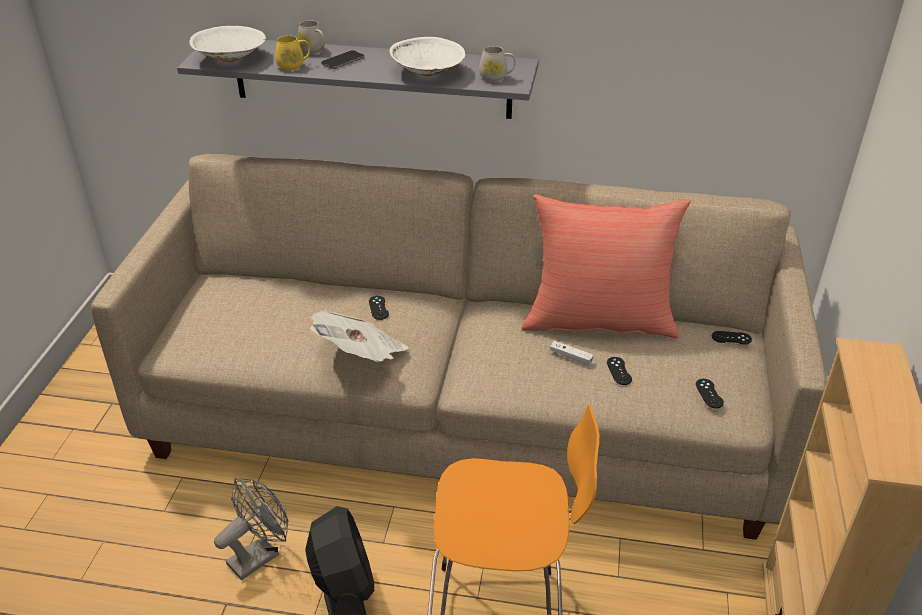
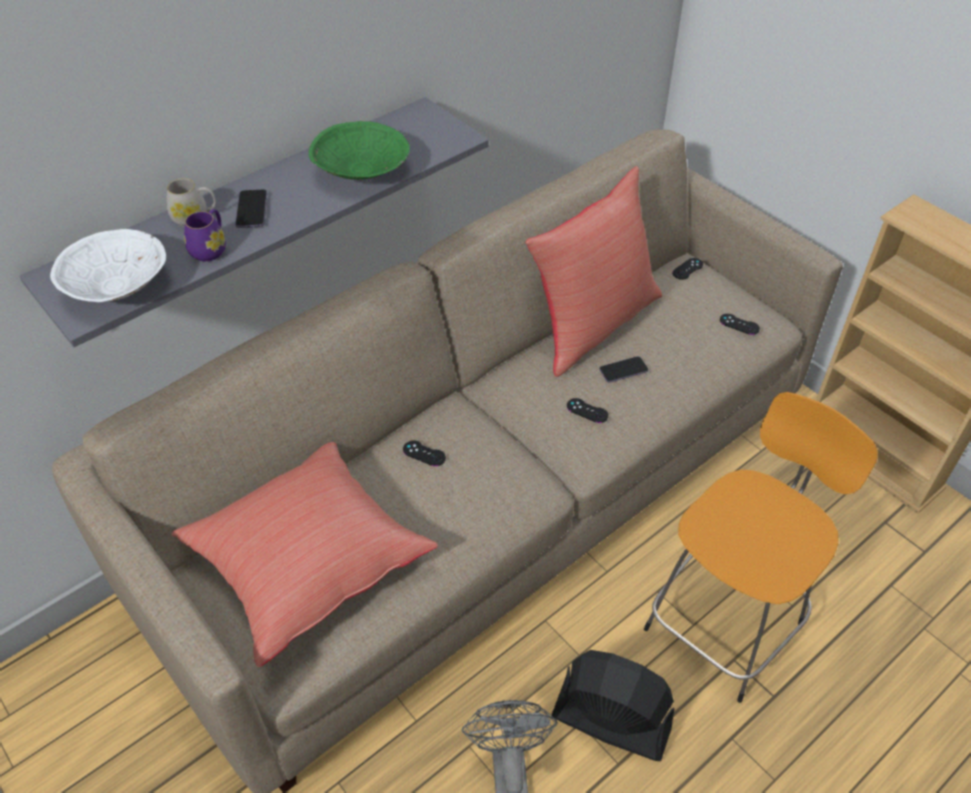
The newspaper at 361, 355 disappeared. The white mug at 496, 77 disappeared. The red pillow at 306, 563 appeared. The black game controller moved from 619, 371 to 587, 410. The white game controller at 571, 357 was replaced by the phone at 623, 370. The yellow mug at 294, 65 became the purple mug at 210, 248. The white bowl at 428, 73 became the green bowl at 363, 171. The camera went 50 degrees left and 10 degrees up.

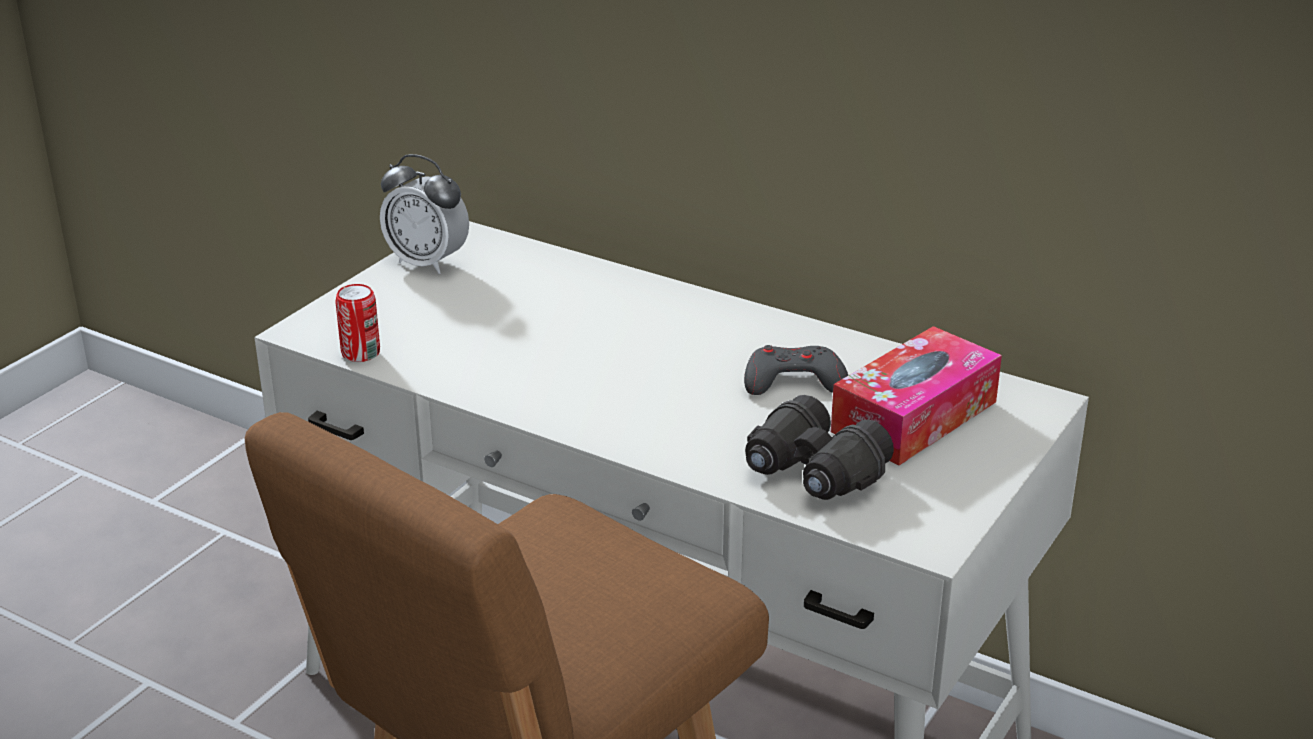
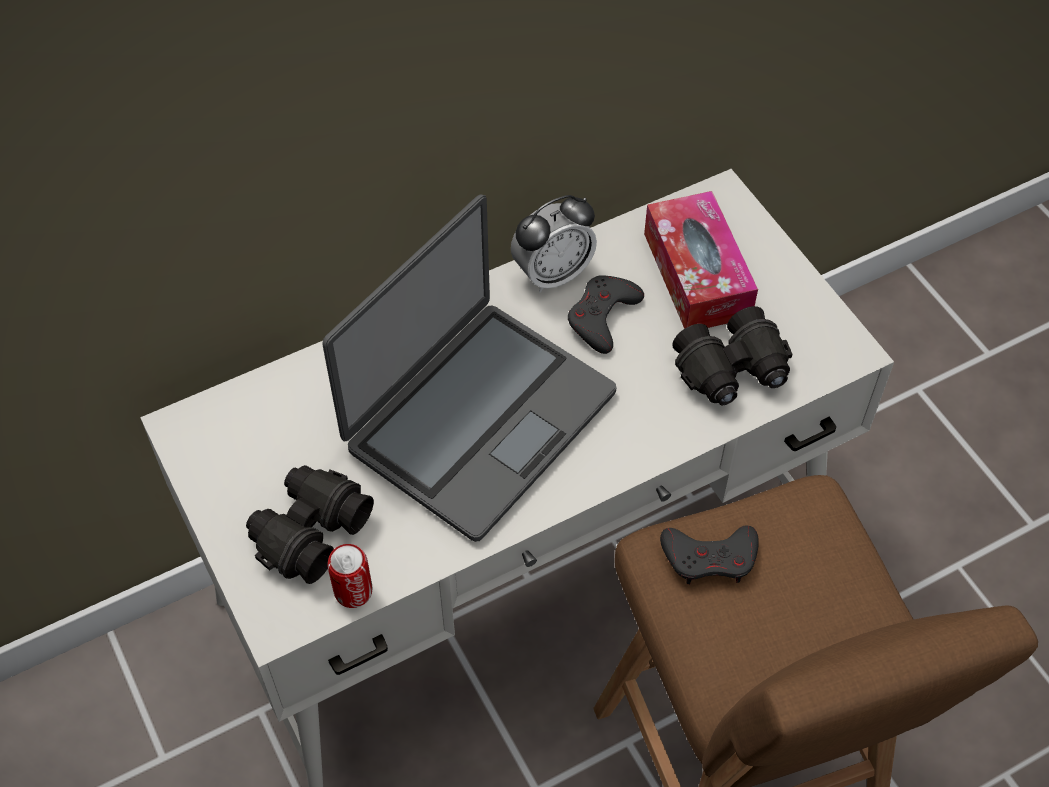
The black binoculars at 309, 531 appeared. The laptop at 478, 418 appeared. The grey game controller at 710, 558 appeared. The alarm clock moved from 427, 263 to 552, 274. The camera went 60 degrees left and 25 degrees up.

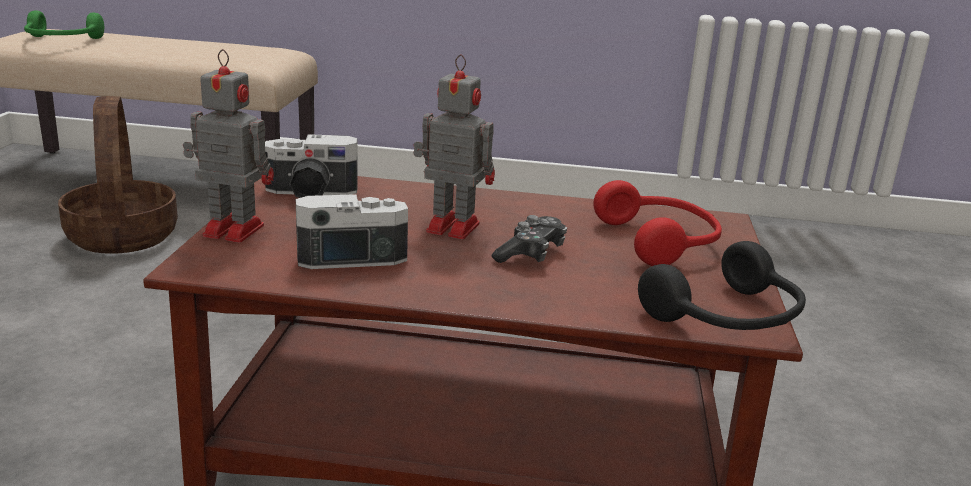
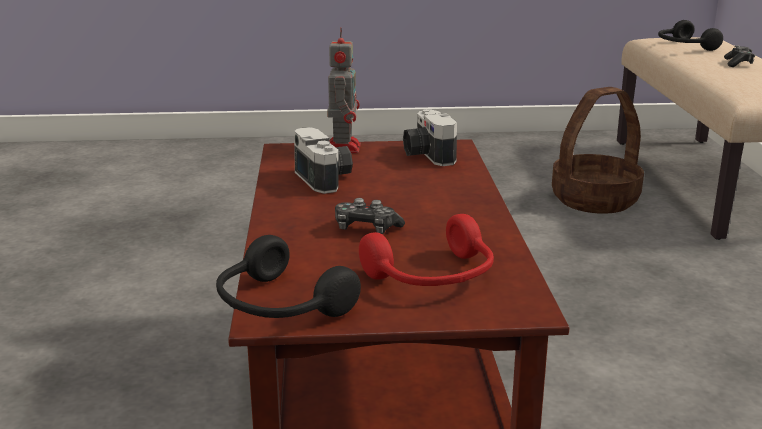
The toy robot at 450, 227 disappeared. The game controller at 738, 63 appeared. The green headphones at 62, 40 became the black headphones at 684, 46. The camera went 80 degrees right and 0 degrees up.

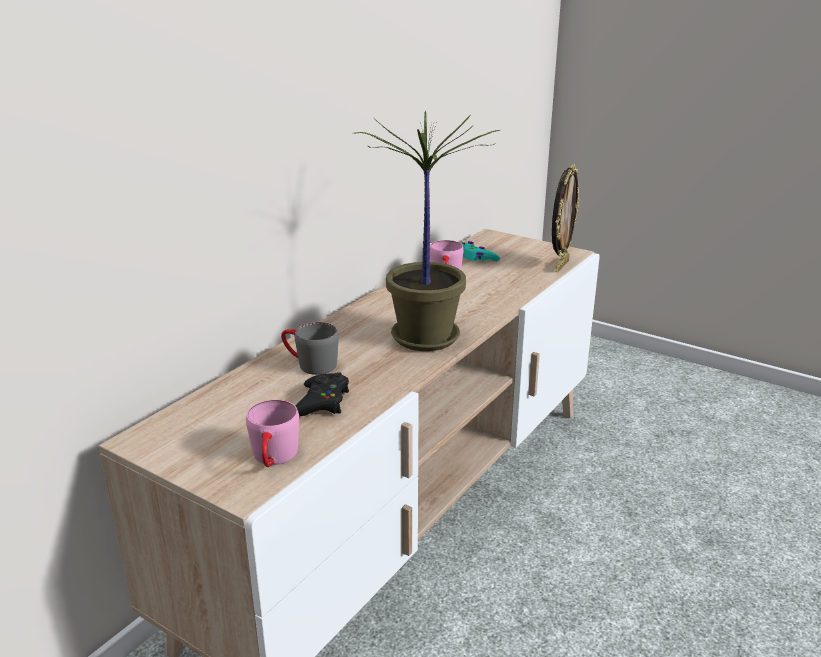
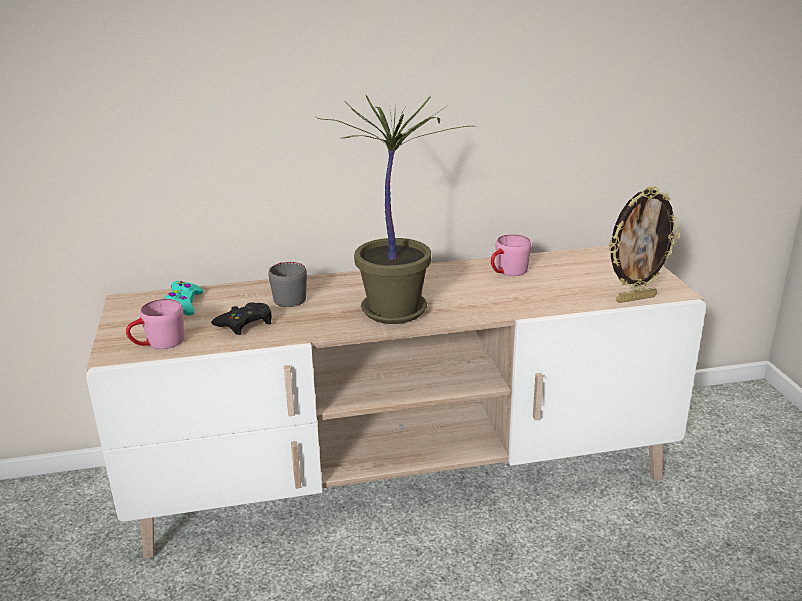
The turquoise game controller moved from 474, 258 to 184, 304. The camera went 45 degrees right and 0 degrees up.

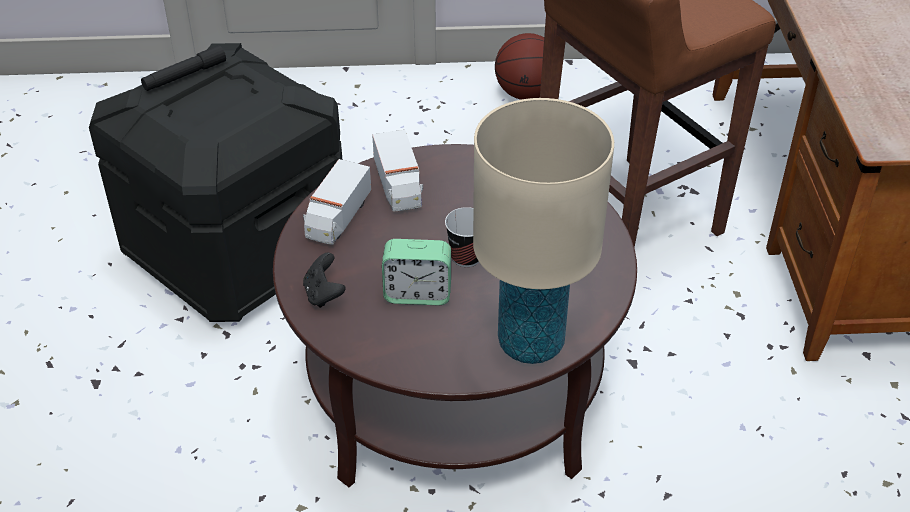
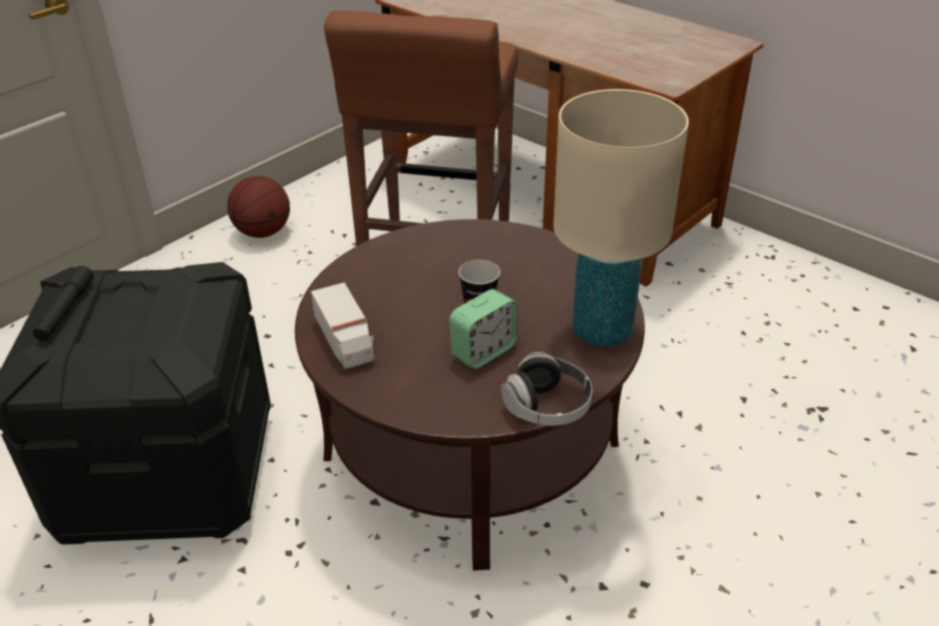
The black game controller at 324, 294 disappeared. The toy truck at 398, 186 disappeared. The headphones at 547, 407 appeared. The camera went 45 degrees left and 5 degrees down.

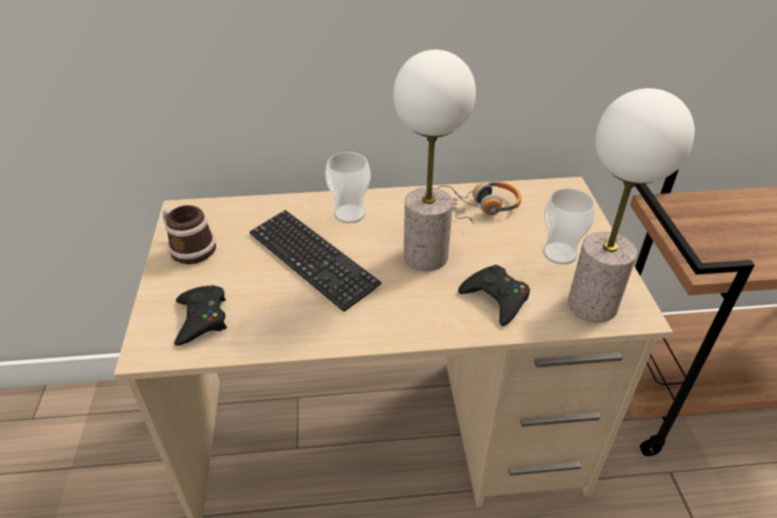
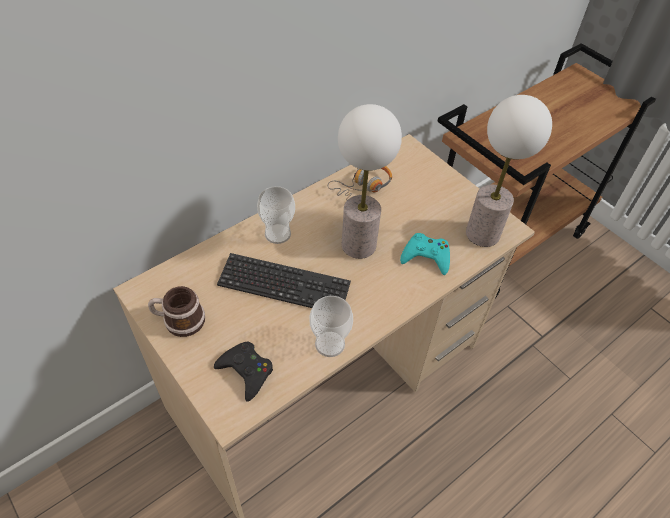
The cup moved from 559, 253 to 330, 344. The black game controller at 496, 298 became the turquoise game controller at 426, 257. The camera went 35 degrees left and 10 degrees up.

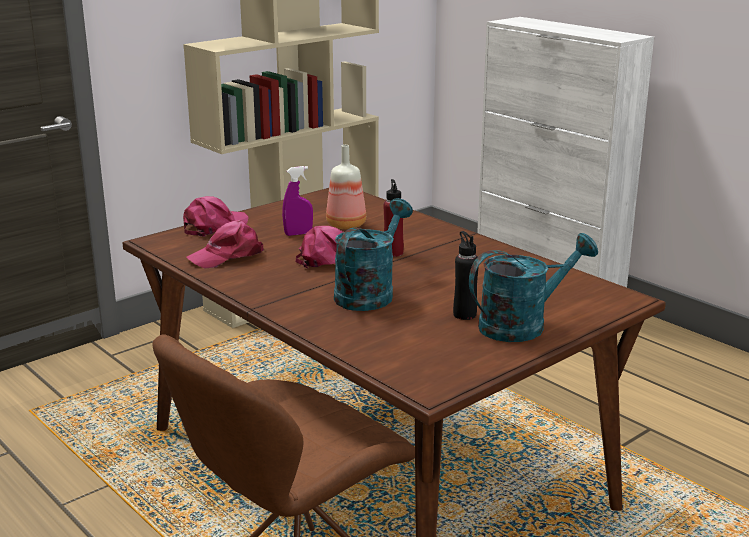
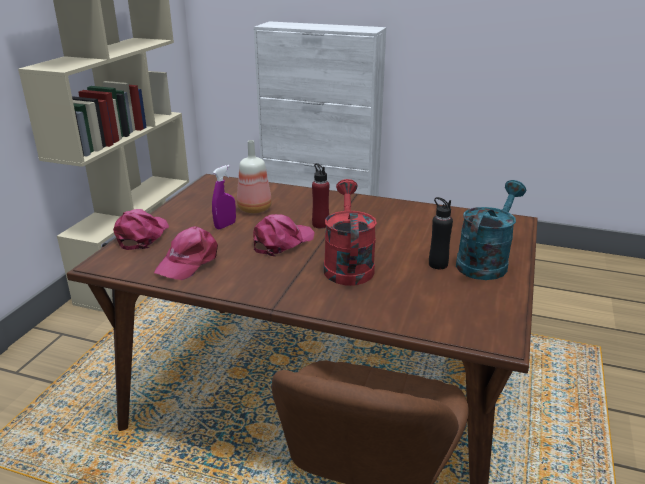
The turquoise watering can at 369, 293 became the red watering can at 347, 265. The camera went 30 degrees left and 5 degrees up.

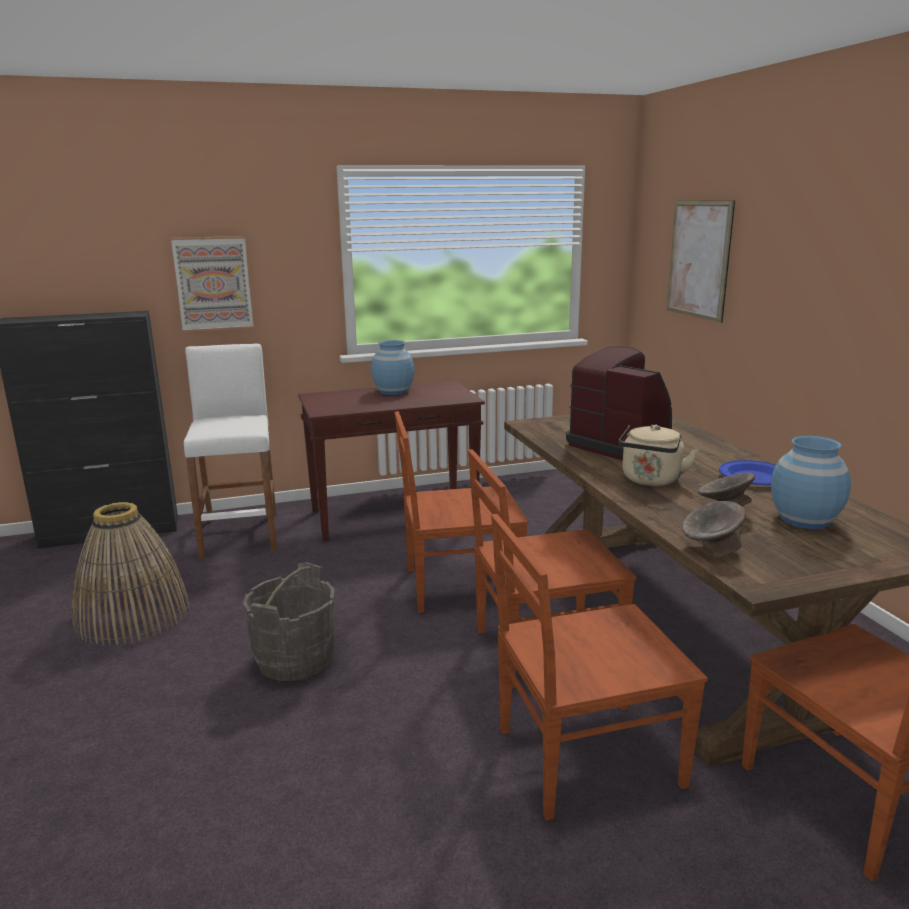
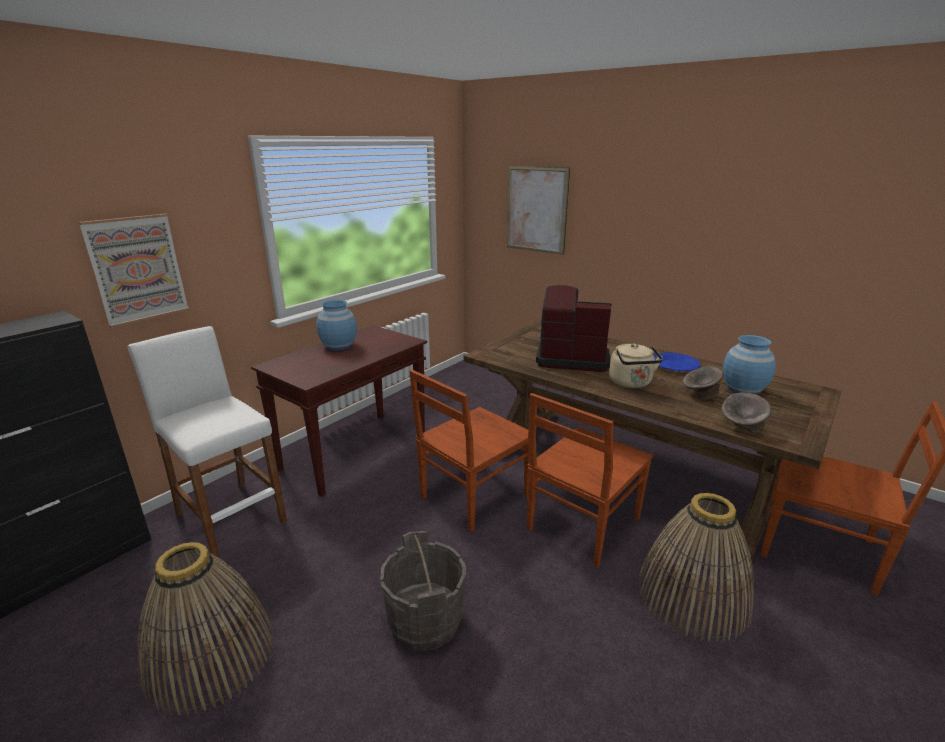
The brown chair at 584, 758 was replaced by the basket at 692, 596. The camera went 35 degrees left and 5 degrees up.

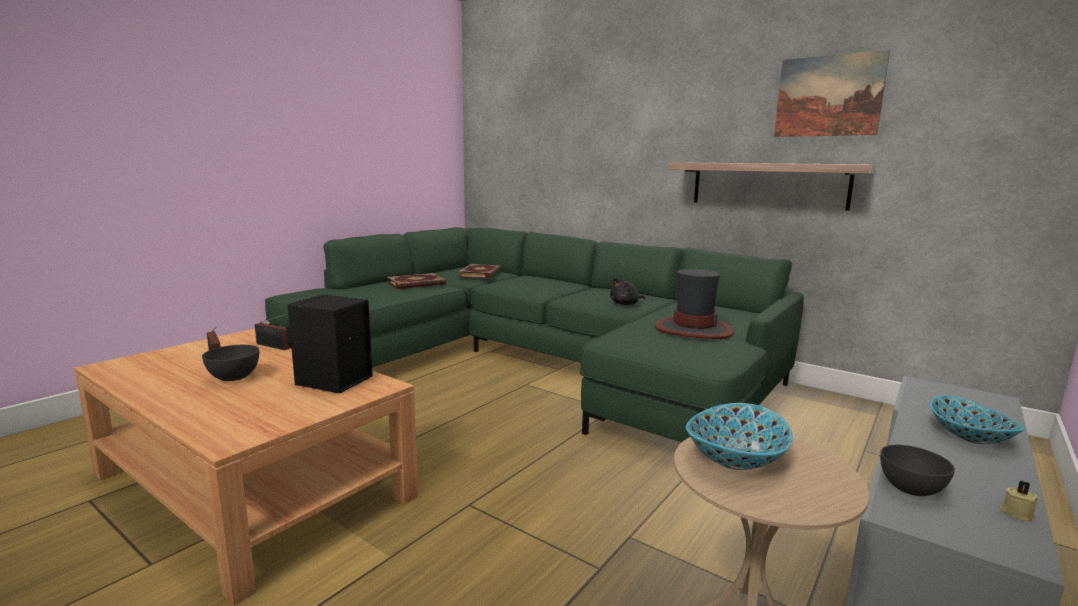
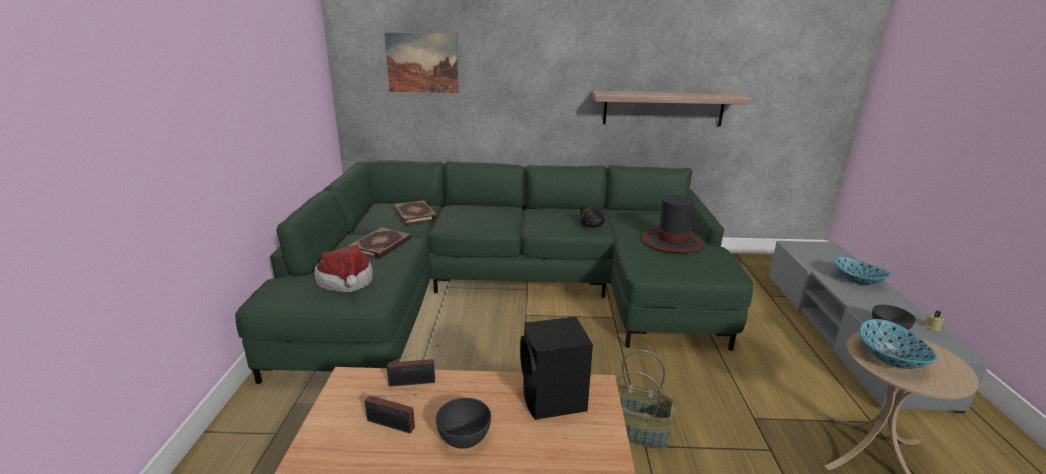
The hat at 346, 283 appeared. The basket at 636, 430 appeared. The picture moved from 828, 96 to 422, 63. The camera went 35 degrees left and 10 degrees up.

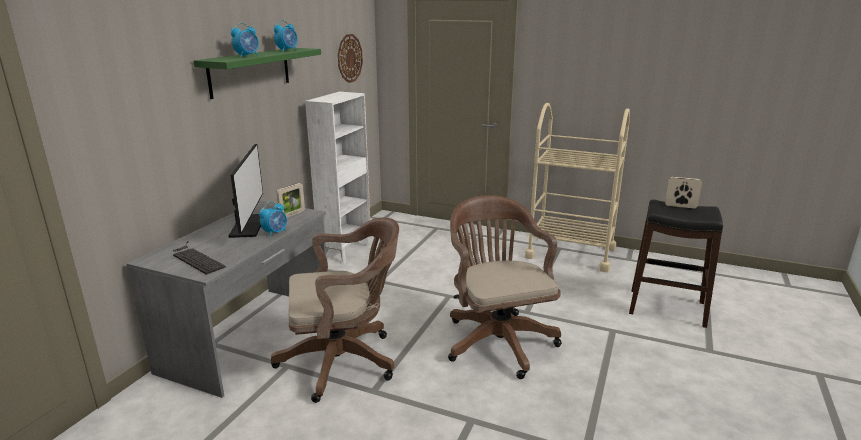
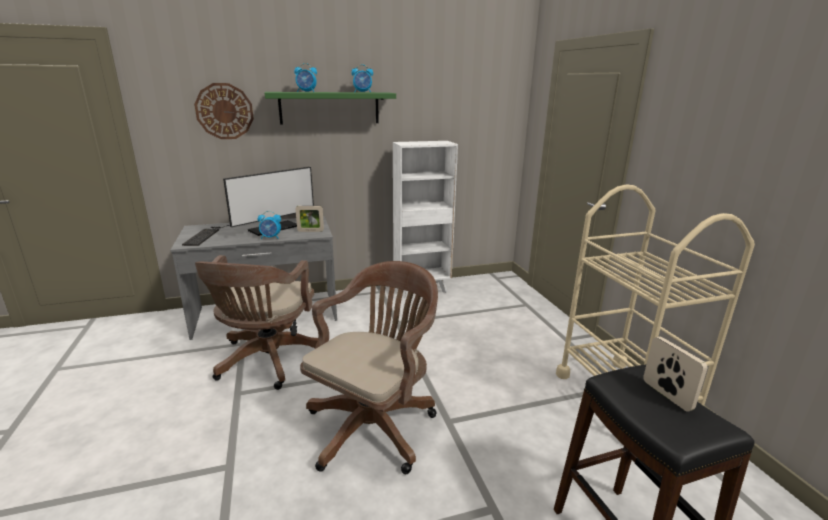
The wall clock moved from 349, 58 to 224, 111. The brown office chair at 344, 361 turned 60 degrees clockwise. The camera went 50 degrees right and 0 degrees up.

